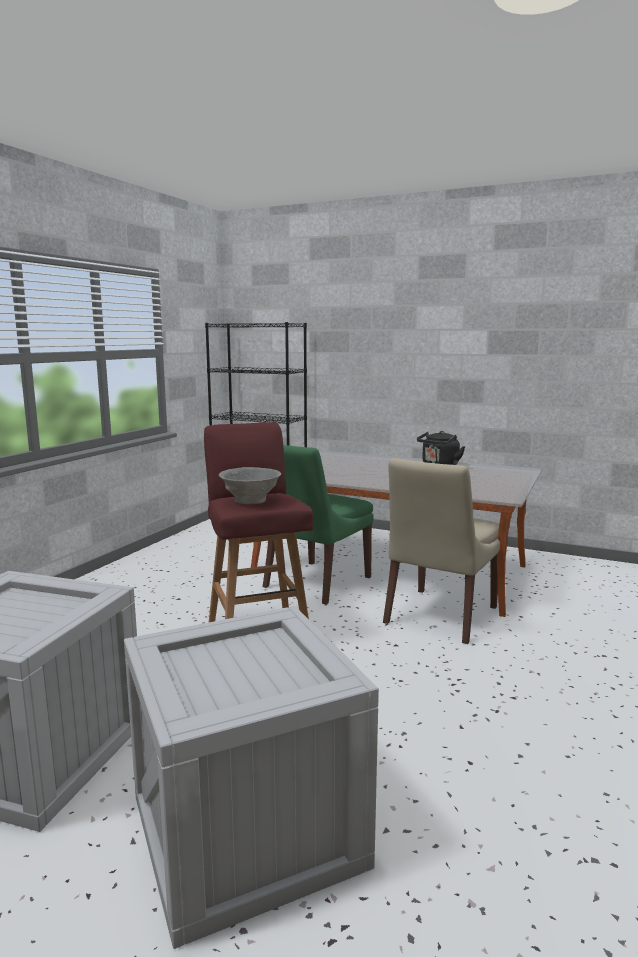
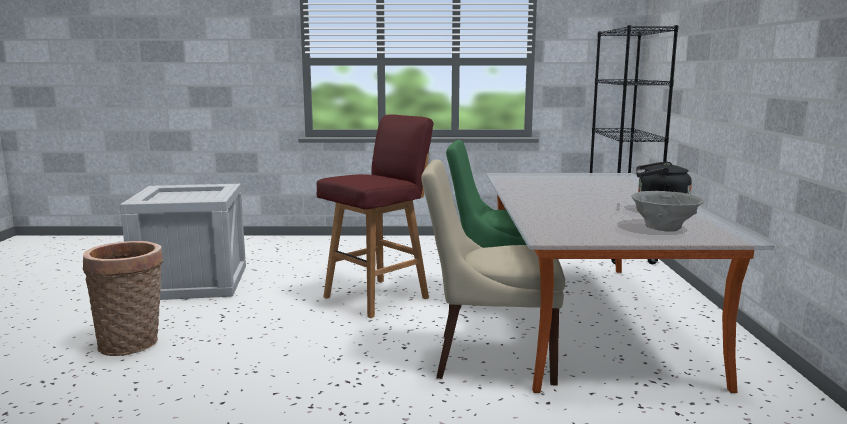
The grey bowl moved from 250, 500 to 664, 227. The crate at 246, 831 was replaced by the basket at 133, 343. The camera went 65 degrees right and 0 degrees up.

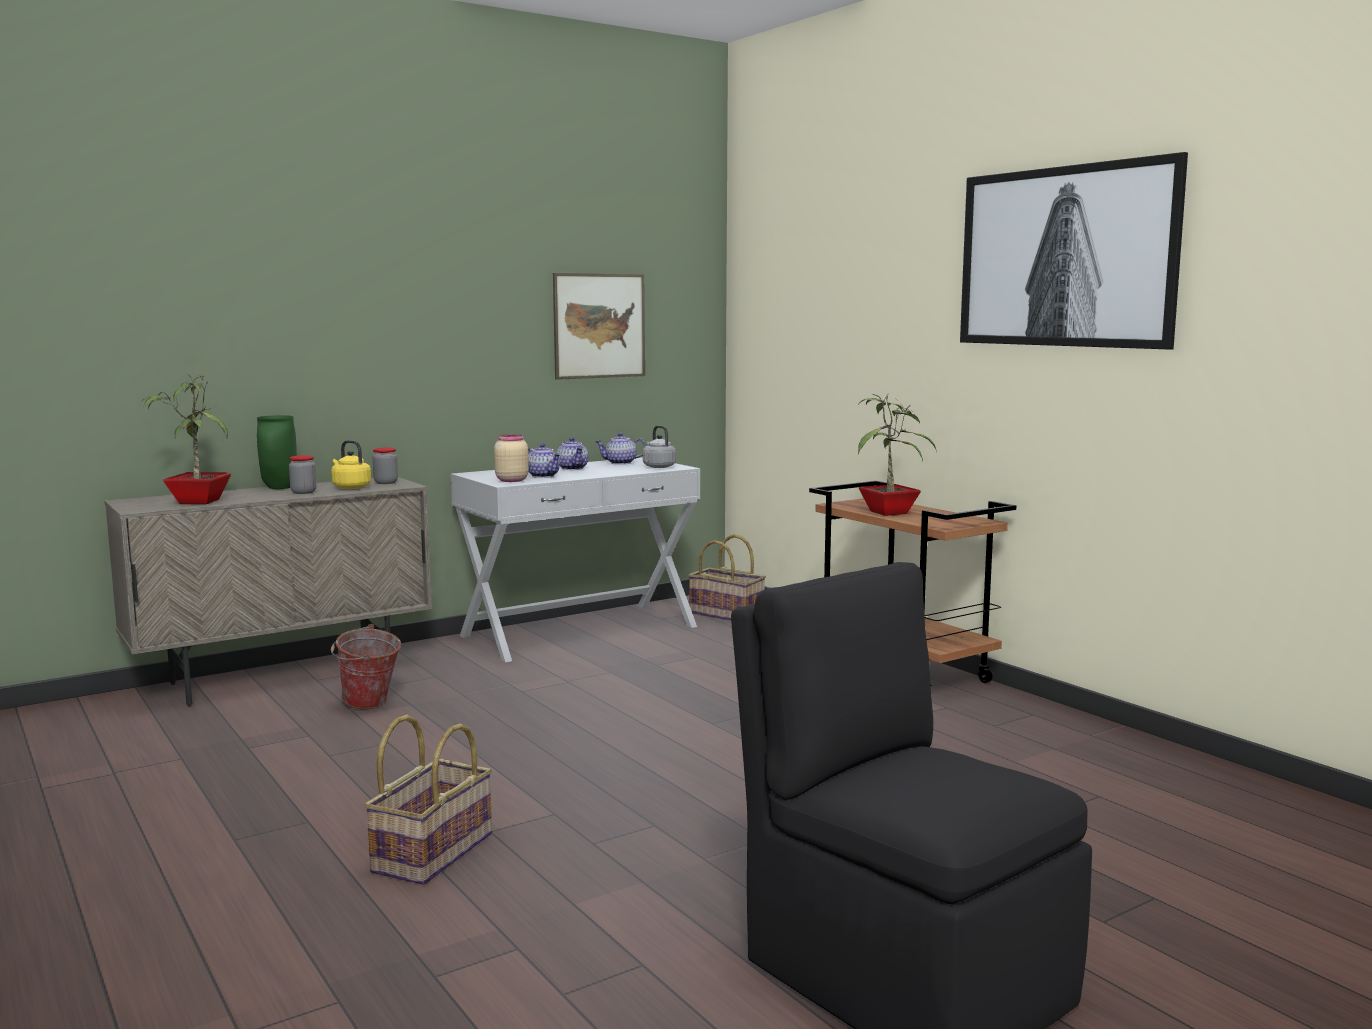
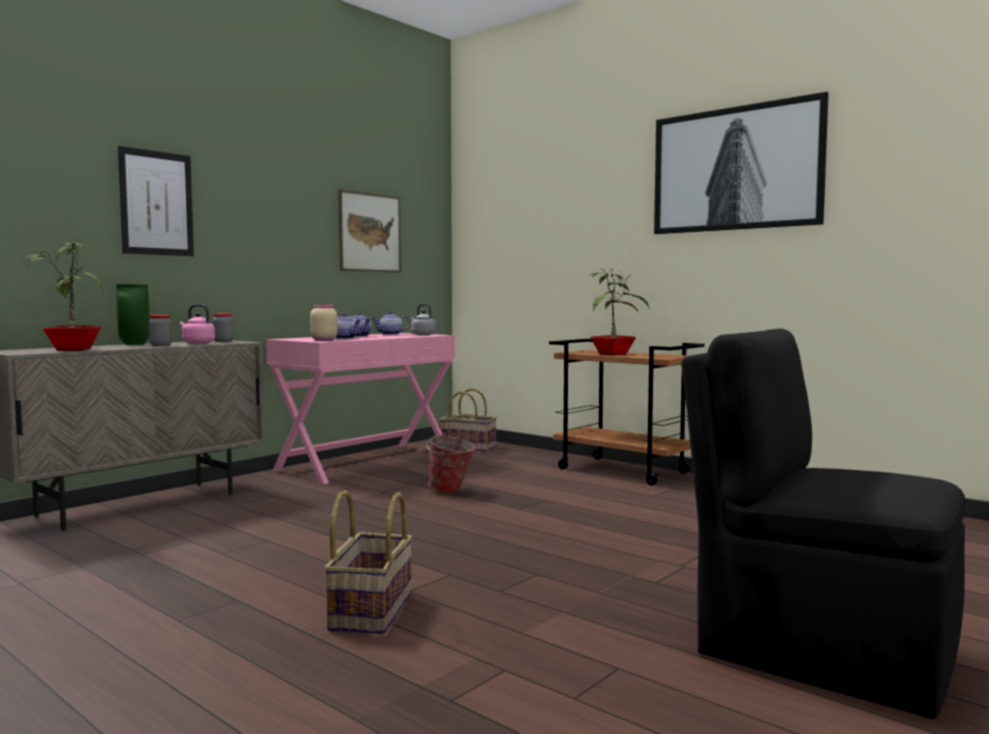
The picture at 156, 203 appeared. The bucket moved from 368, 706 to 450, 492. The yellow kettle at 350, 487 became the pink kettle at 197, 343. The white console table at 579, 631 became the pink console table at 366, 462. The camera went 15 degrees left and 5 degrees down.

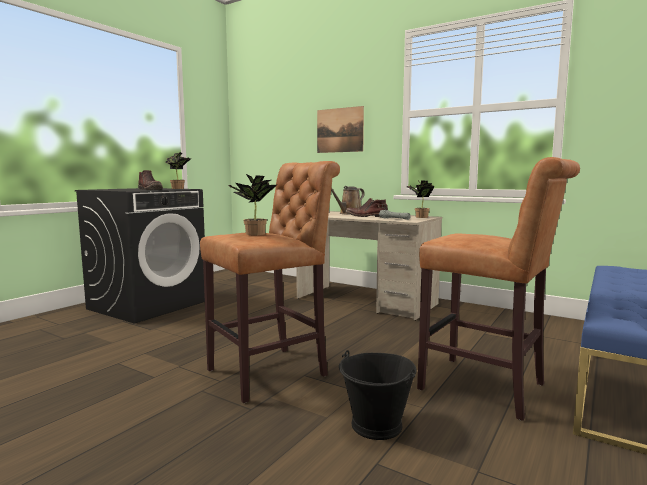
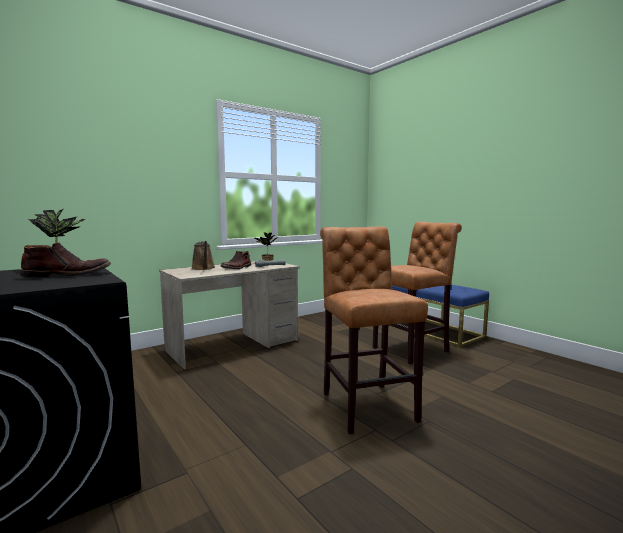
The potted plant at 252, 234 disappeared. The picture at 340, 130 disappeared. The black bucket at 377, 425 disappeared. The camera went 70 degrees left and 0 degrees up.

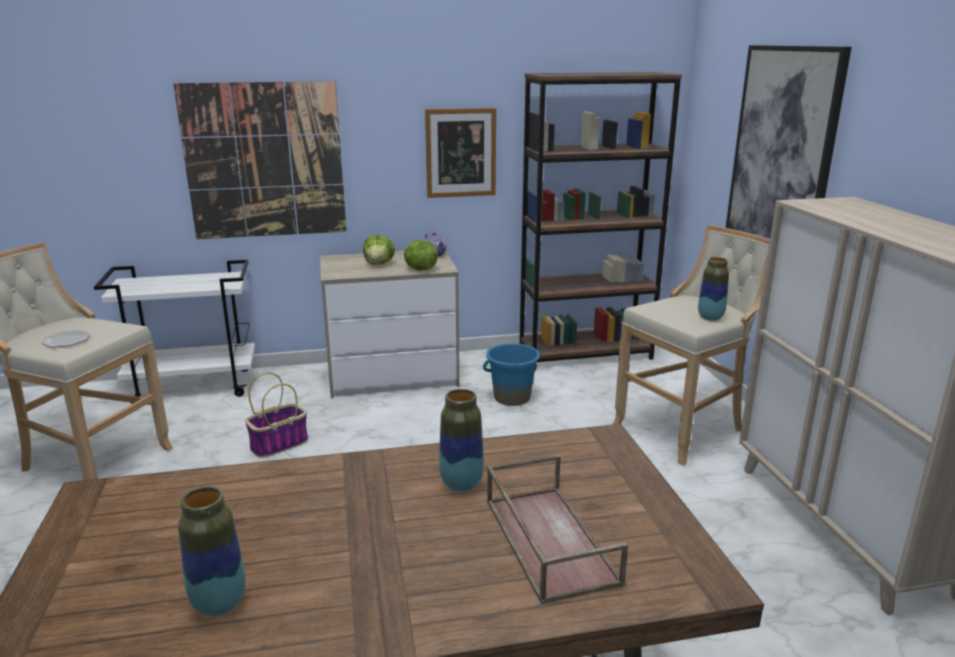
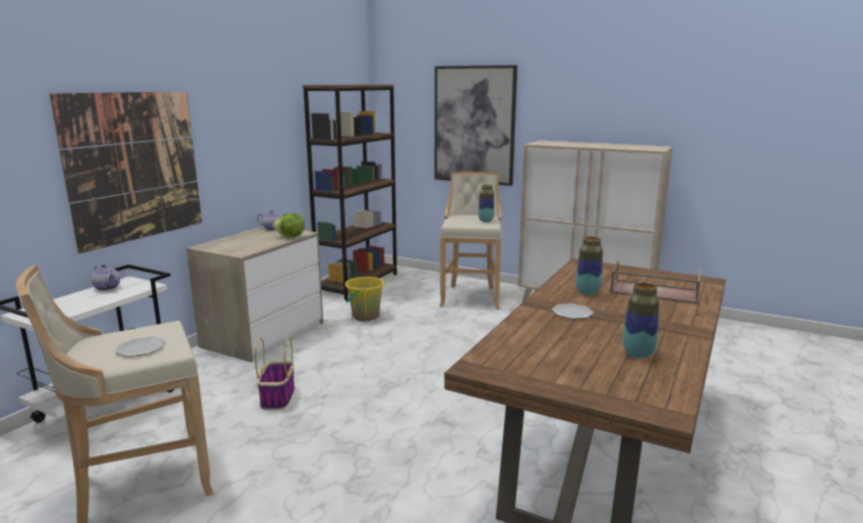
The lettuce at 379, 264 disappeared. The picture at 461, 153 disappeared. The teapot at 107, 288 appeared. The plate at 572, 313 appeared. The blue bucket at 512, 397 became the yellow bucket at 365, 316. The camera went 50 degrees left and 5 degrees down.

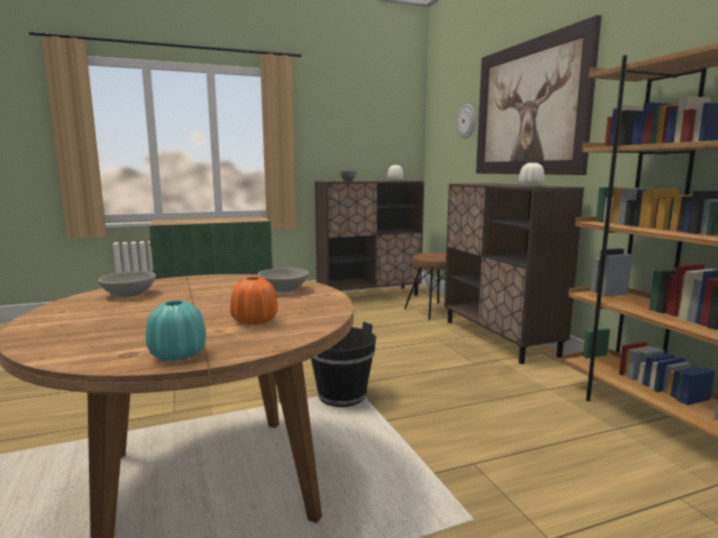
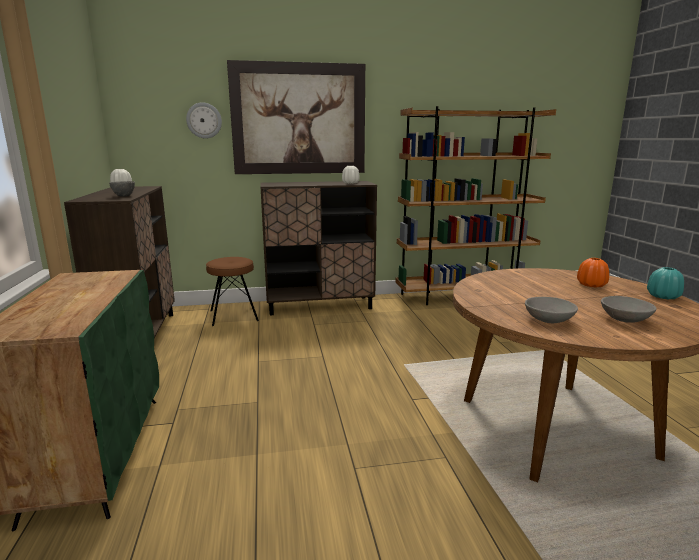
The black bucket at 342, 396 disappeared. The grey bowl moved from 284, 290 to 624, 319. The camera went 80 degrees left and 5 degrees up.

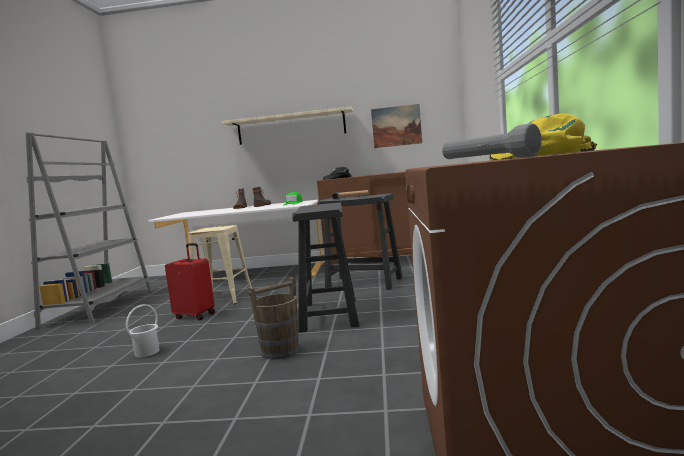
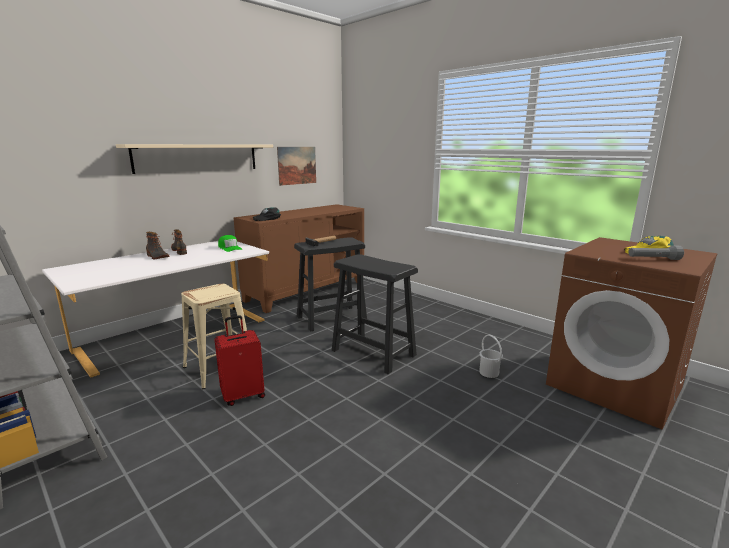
The brown bucket at 281, 351 disappeared. The white bucket moved from 147, 352 to 489, 372. The camera went 50 degrees left and 10 degrees up.

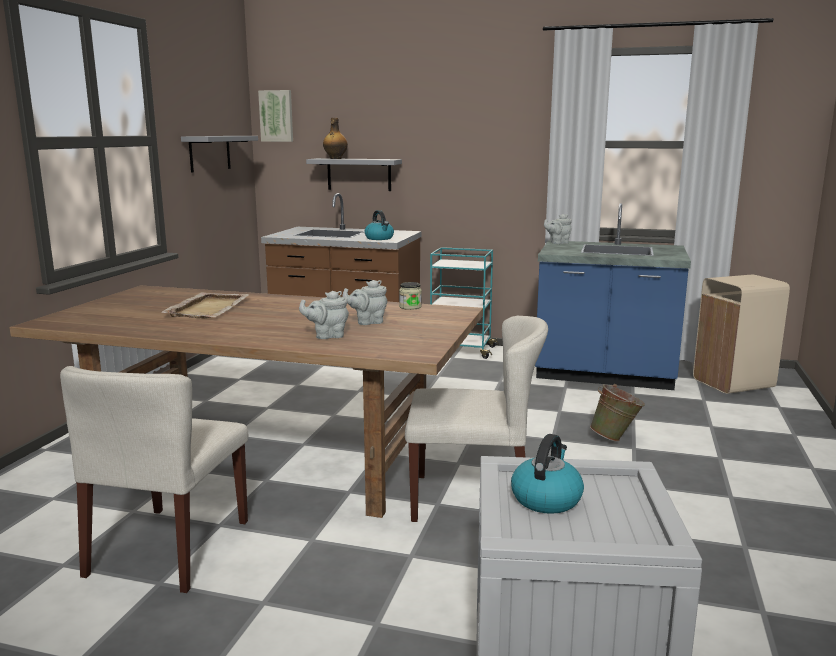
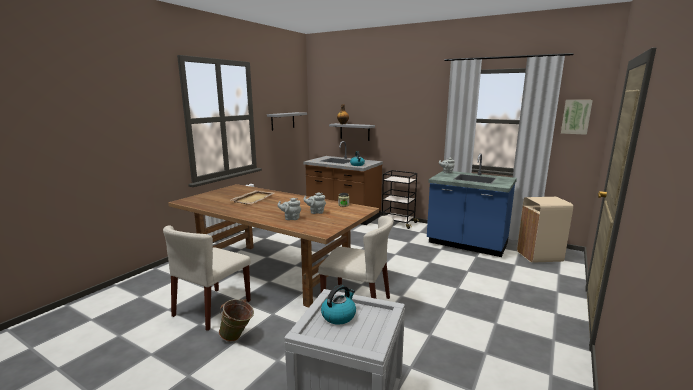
The picture moved from 276, 116 to 576, 117. The green bucket moved from 615, 438 to 237, 337. The turquoise cart at 461, 350 became the black cart at 398, 223. The camera went 15 degrees right and 0 degrees up.

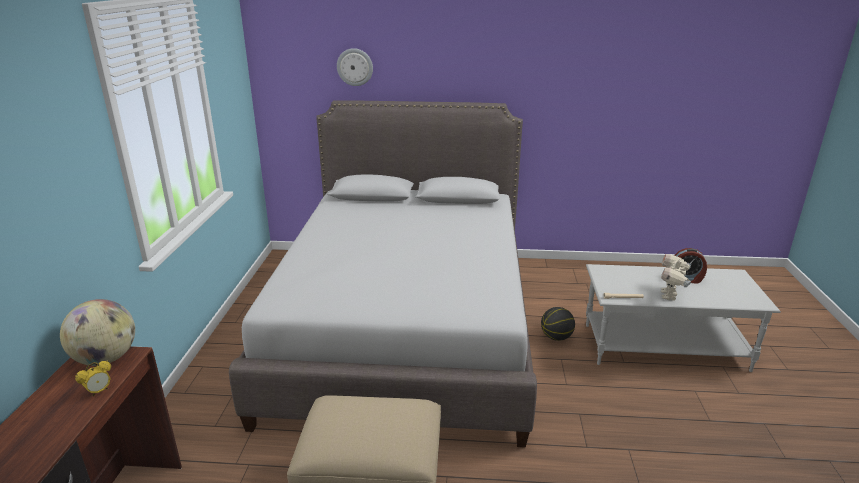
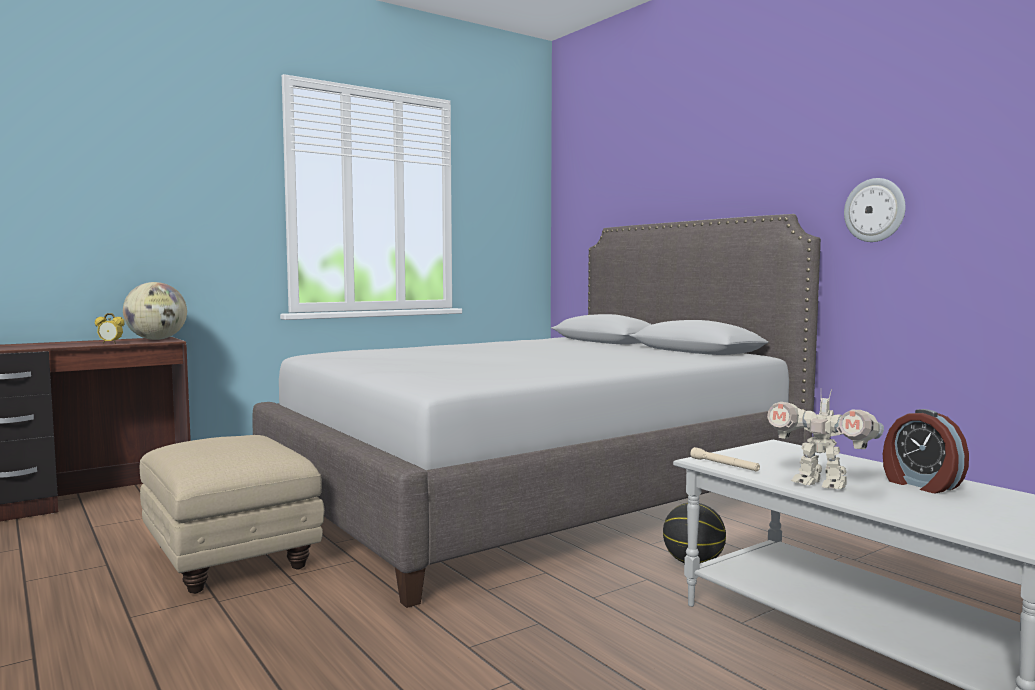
The wall clock moved from 355, 67 to 875, 210. The toy robot at 670, 296 turned 120 degrees counterclockwise. The camera went 50 degrees right and 20 degrees down.

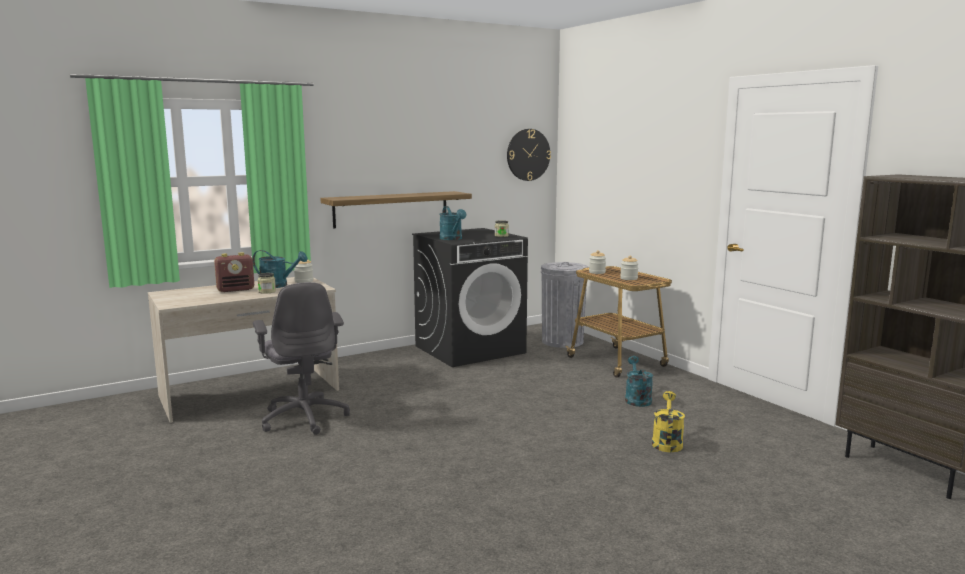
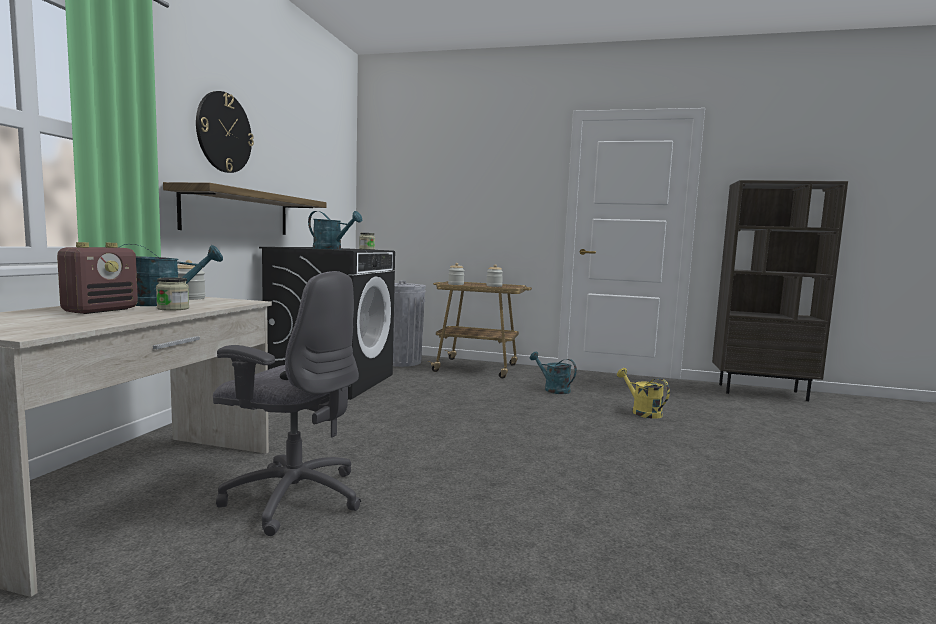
The wall clock moved from 528, 154 to 224, 132. The camera went 45 degrees left and 5 degrees down.

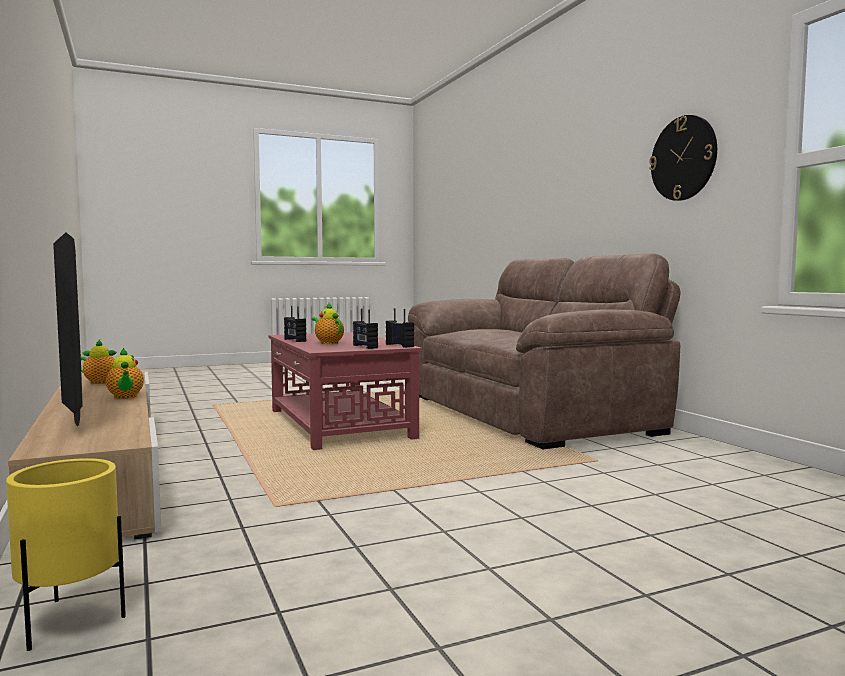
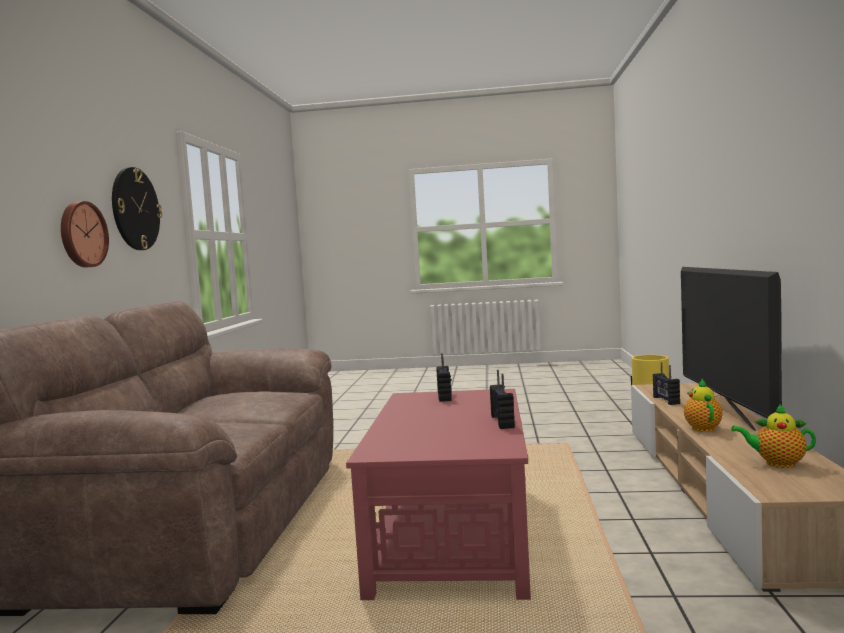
The teapot at 328, 343 disappeared. The wall clock at 82, 234 appeared. The radio moved from 400, 345 to 665, 400. The camera went 150 degrees left and 0 degrees up.

